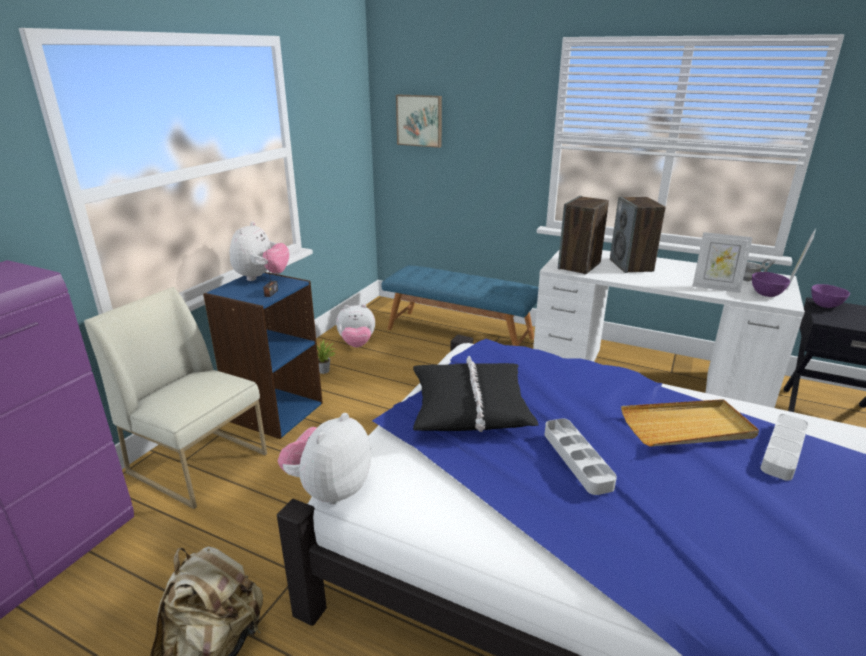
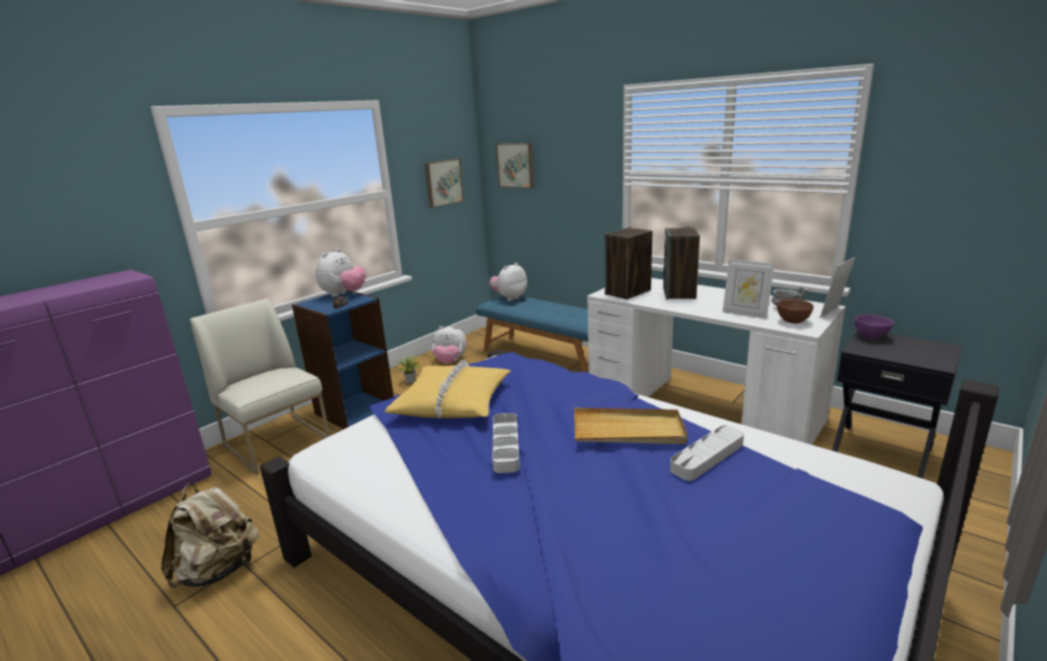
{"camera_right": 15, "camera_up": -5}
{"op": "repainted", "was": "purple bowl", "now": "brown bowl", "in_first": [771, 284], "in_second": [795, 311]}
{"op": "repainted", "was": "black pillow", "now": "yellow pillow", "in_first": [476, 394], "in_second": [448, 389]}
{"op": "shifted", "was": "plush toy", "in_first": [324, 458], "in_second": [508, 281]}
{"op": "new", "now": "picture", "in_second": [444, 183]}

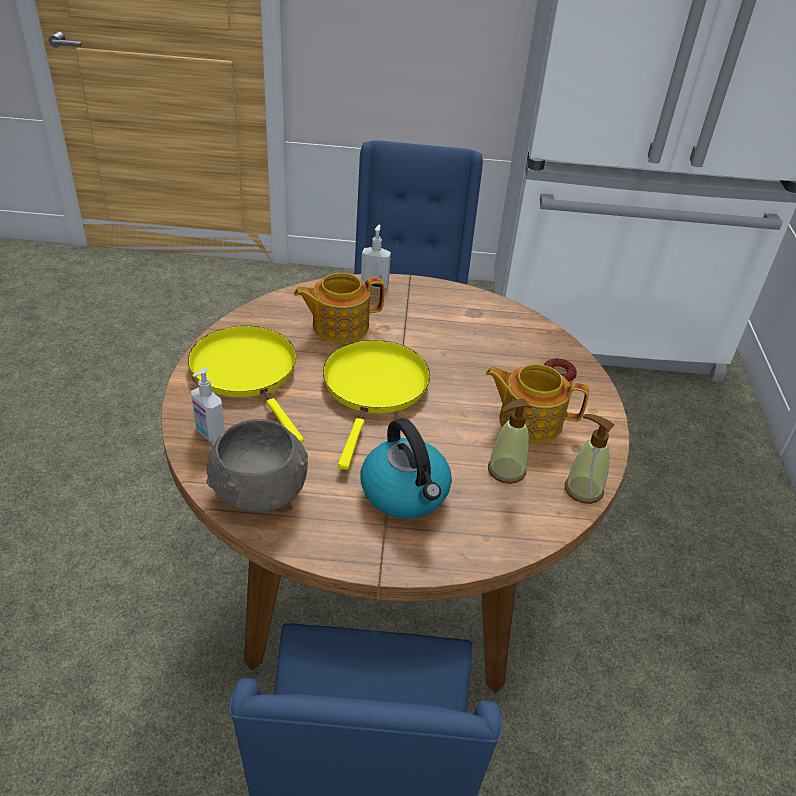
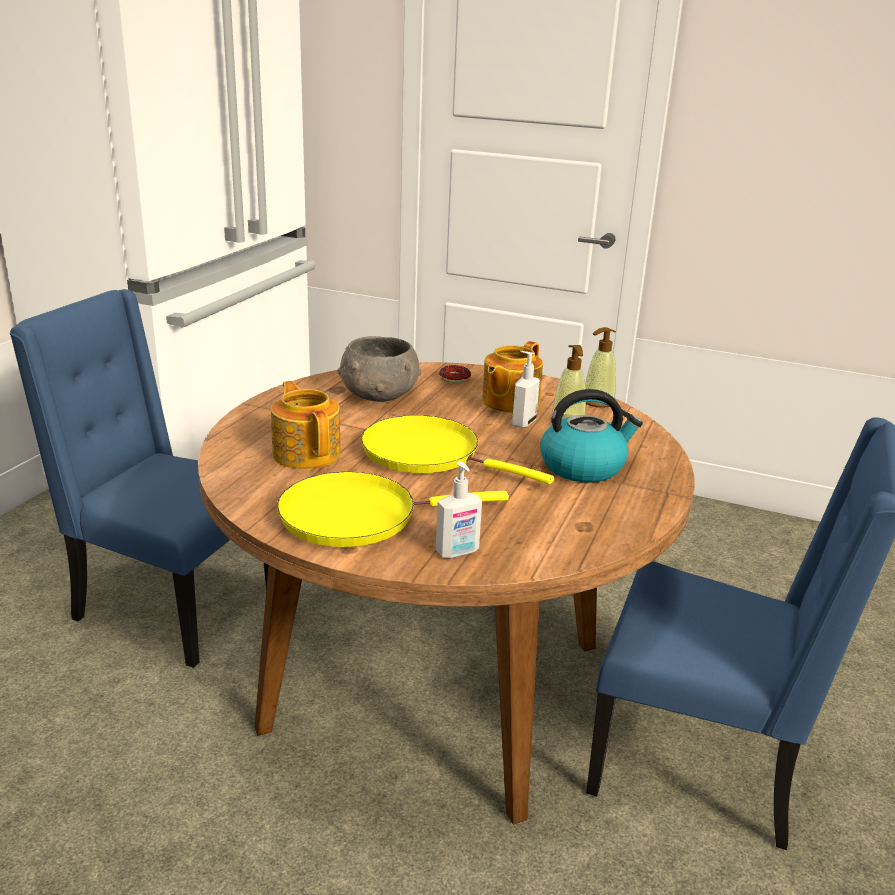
{"camera_right": -70, "camera_up": -15}
{"op": "shifted", "was": "soap dispenser", "in_first": [376, 256], "in_second": [526, 389]}
{"op": "rotated", "was": "teapot", "in_first": [339, 308], "in_second": [306, 425], "clockwise": 150}
{"op": "shifted", "was": "grey bowl", "in_first": [257, 465], "in_second": [379, 369]}

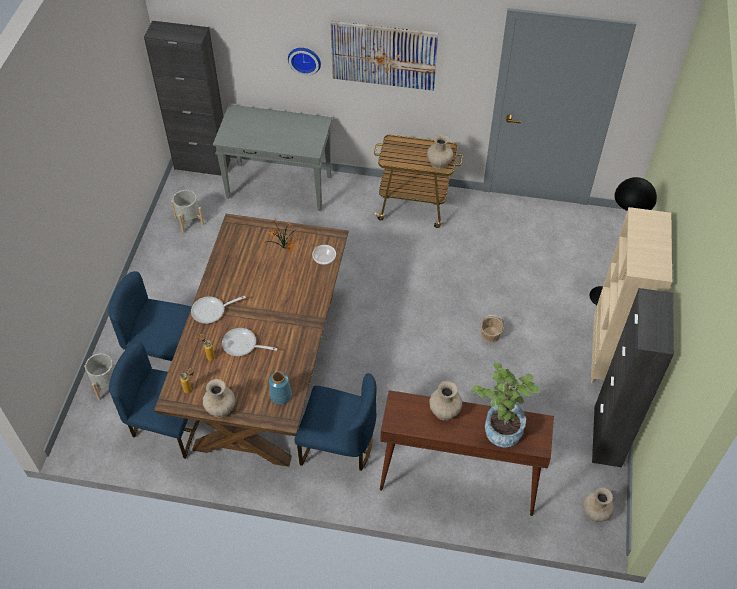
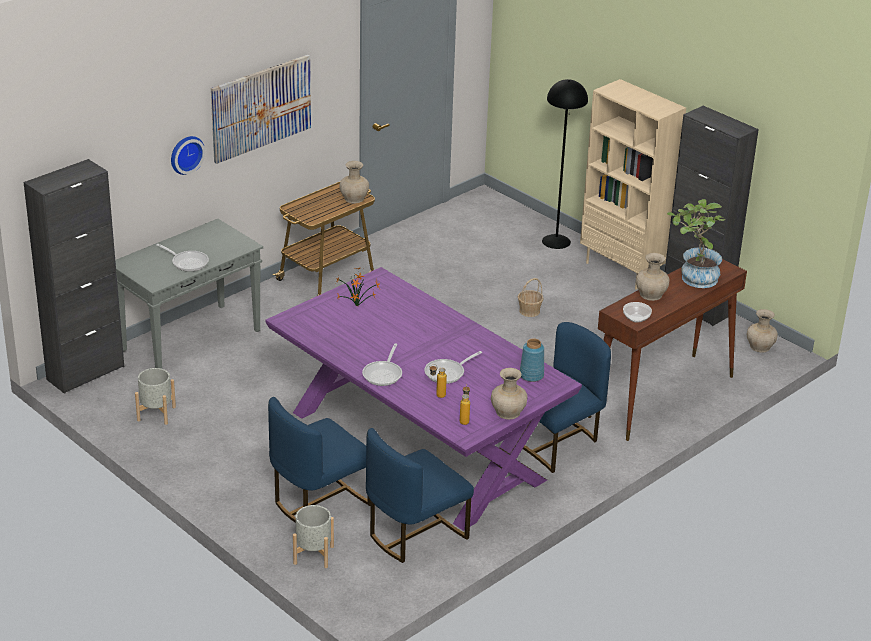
{"camera_right": -55, "camera_up": -20}
{"op": "repainted", "was": "brown dining table", "now": "purple dining table", "in_first": [251, 340], "in_second": [423, 399]}
{"op": "shifted", "was": "bowl", "in_first": [324, 255], "in_second": [637, 312]}
{"op": "new", "now": "frying pan", "in_second": [183, 258]}

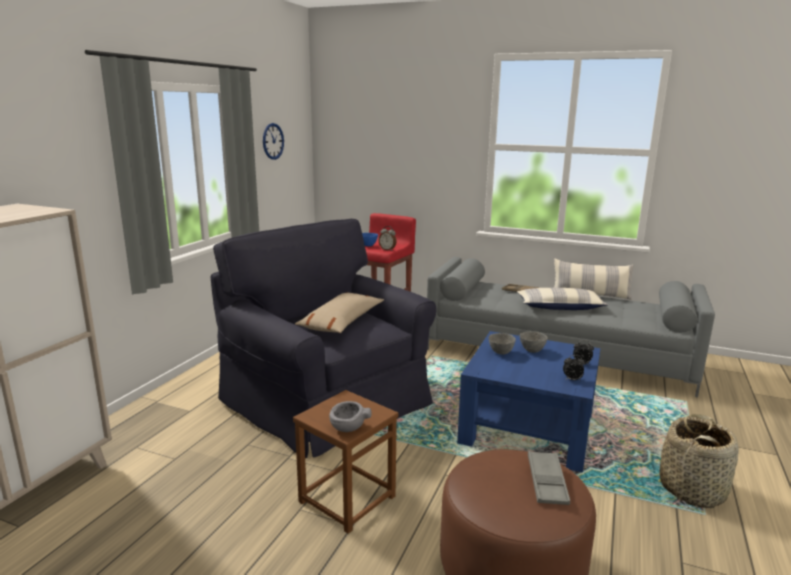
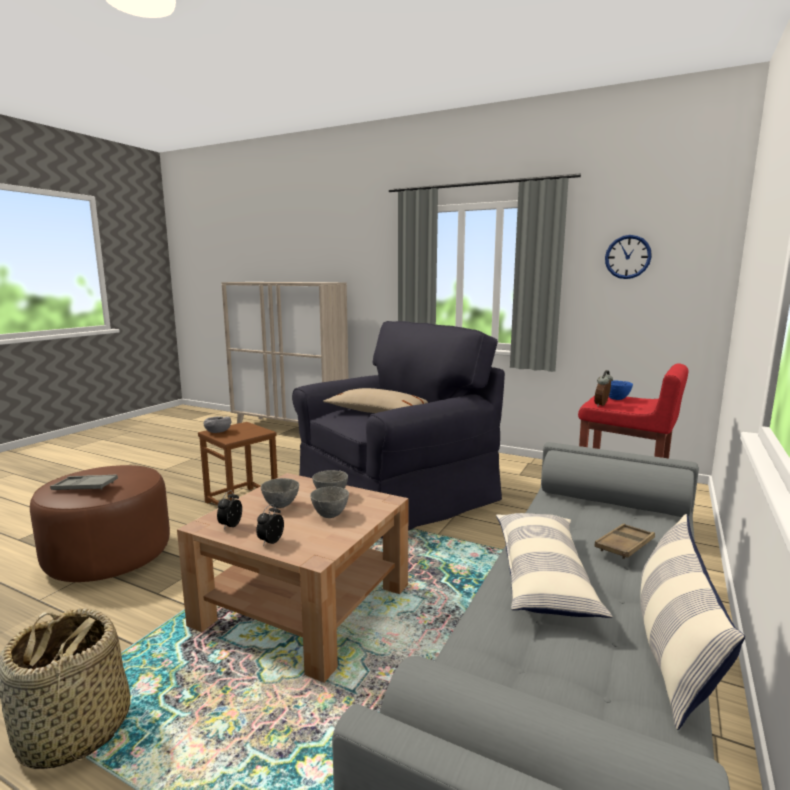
{"camera_right": 95, "camera_up": -5}
{"op": "repainted", "was": "blue coffee table", "now": "brown coffee table", "in_first": [529, 402], "in_second": [293, 578]}
{"op": "new", "now": "grey bowl", "in_second": [280, 493]}

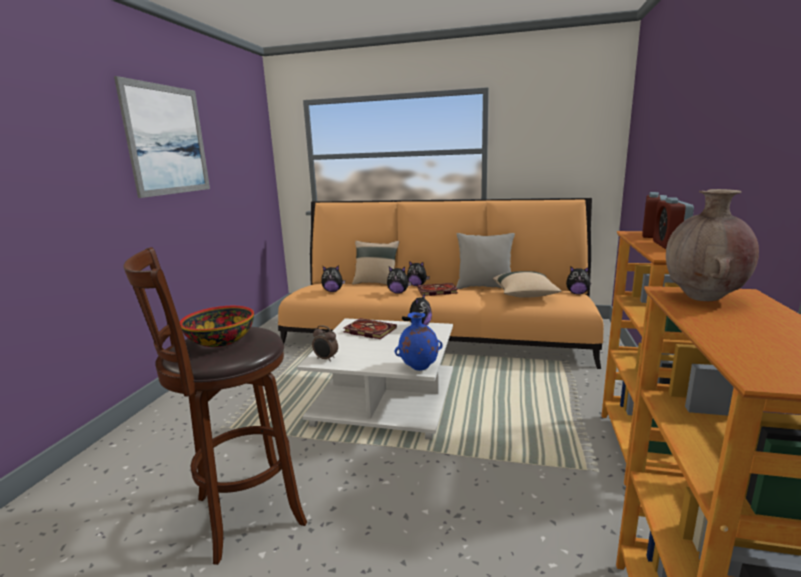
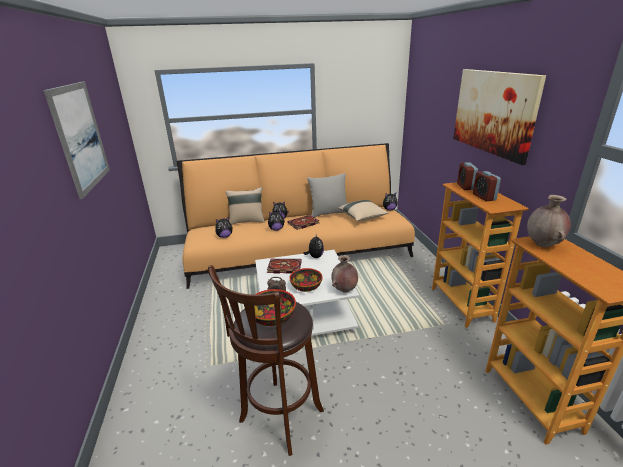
{"camera_right": -25, "camera_up": 10}
{"op": "repainted", "was": "blue vase", "now": "brown vase", "in_first": [419, 341], "in_second": [344, 274]}
{"op": "new", "now": "picture", "in_second": [499, 117]}
{"op": "new", "now": "bowl", "in_second": [306, 280]}

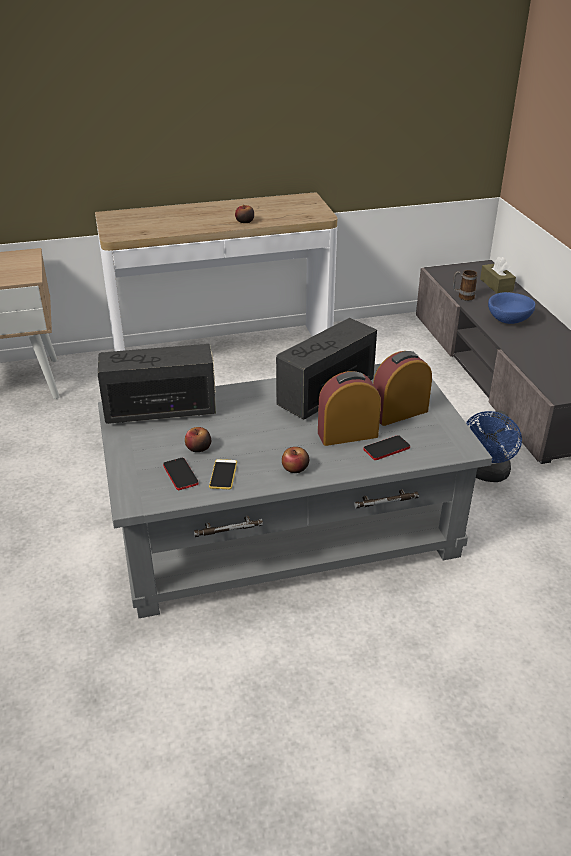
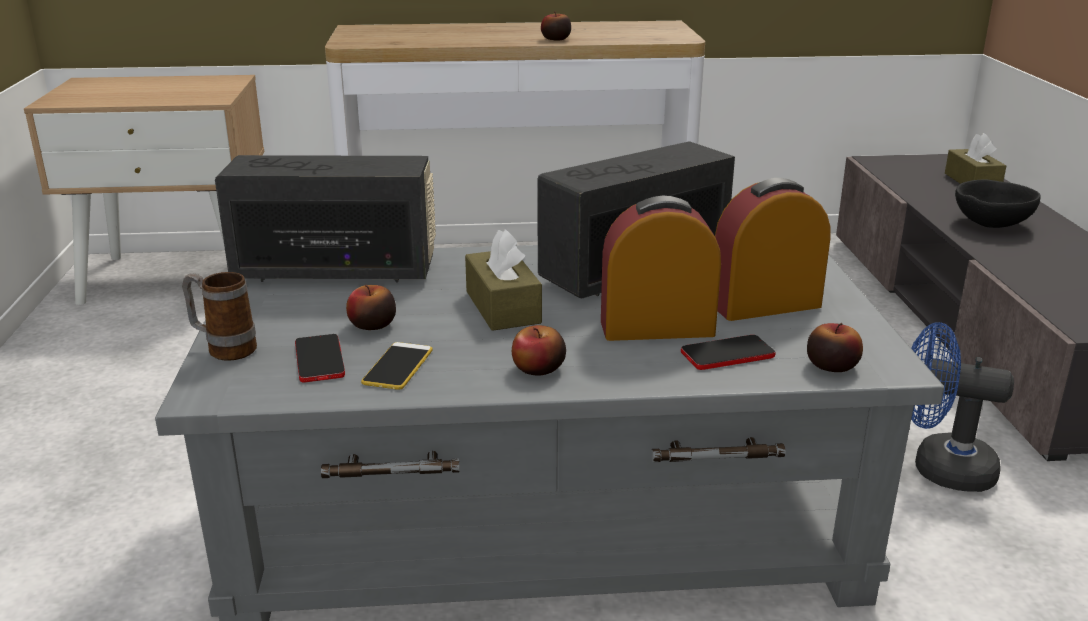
{"camera_right": 10, "camera_up": -10}
{"op": "shifted", "was": "mug", "in_first": [465, 285], "in_second": [219, 316]}
{"op": "repainted", "was": "blue bowl", "now": "black bowl", "in_first": [511, 308], "in_second": [998, 204]}
{"op": "rotated", "was": "blue fan", "in_first": [494, 446], "in_second": [962, 407], "clockwise": 75}
{"op": "new", "now": "brown tissue box", "in_second": [503, 280]}
{"op": "new", "now": "apple", "in_second": [835, 347]}

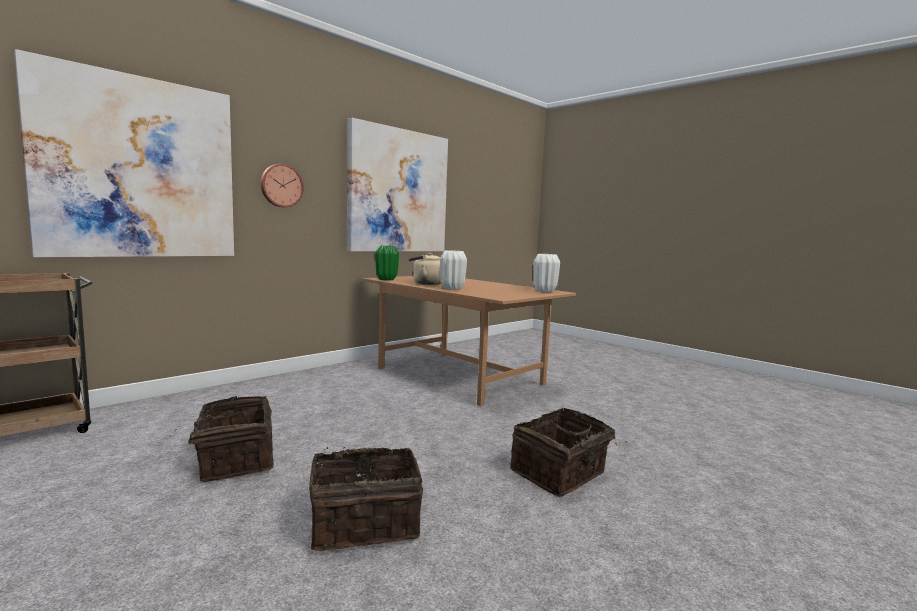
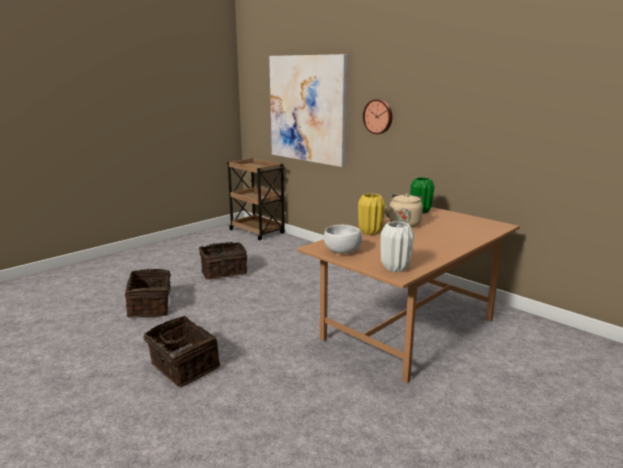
{"camera_right": 90, "camera_up": 10}
{"op": "gone", "was": "picture", "in_first": [397, 185]}
{"op": "repainted", "was": "white vase", "now": "yellow vase", "in_first": [453, 270], "in_second": [371, 214]}
{"op": "new", "now": "white bowl", "in_second": [343, 239]}

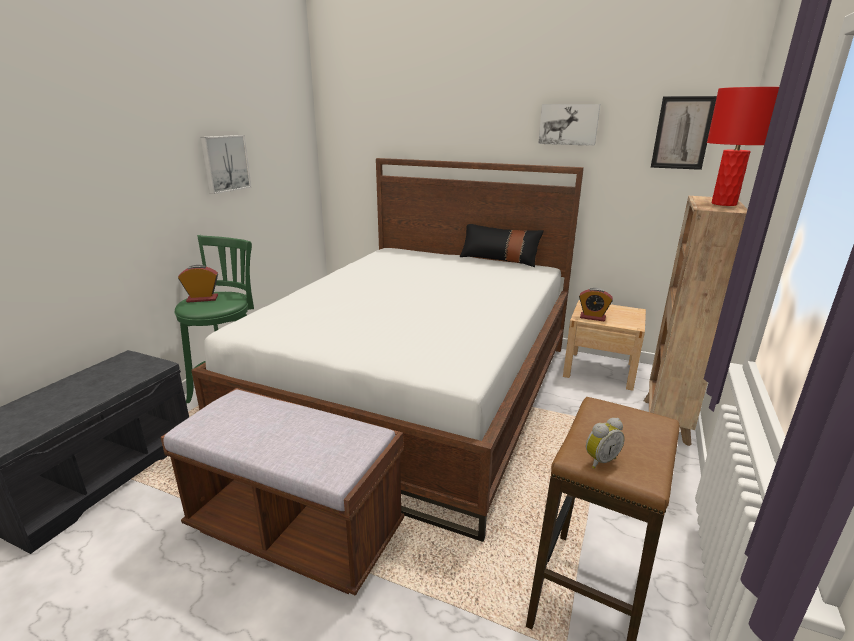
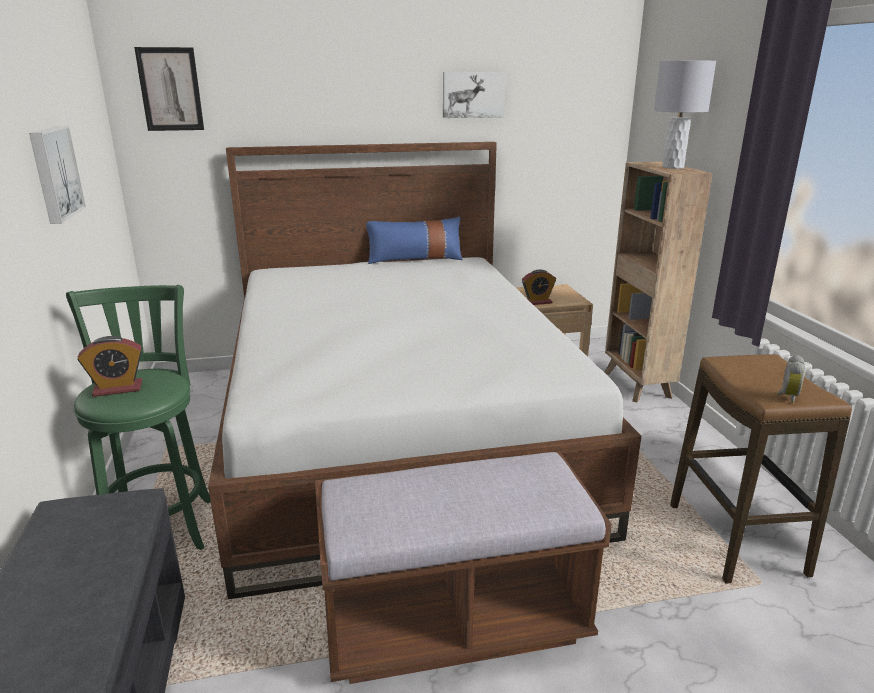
{"camera_right": -35, "camera_up": 0}
{"op": "repainted", "was": "red table lamp", "now": "grey table lamp", "in_first": [743, 146], "in_second": [685, 115]}
{"op": "shifted", "was": "picture", "in_first": [684, 133], "in_second": [169, 89]}
{"op": "repainted", "was": "black pillow", "now": "blue pillow", "in_first": [502, 245], "in_second": [414, 240]}
{"op": "rotated", "was": "alarm clock", "in_first": [198, 284], "in_second": [110, 366], "clockwise": -150}

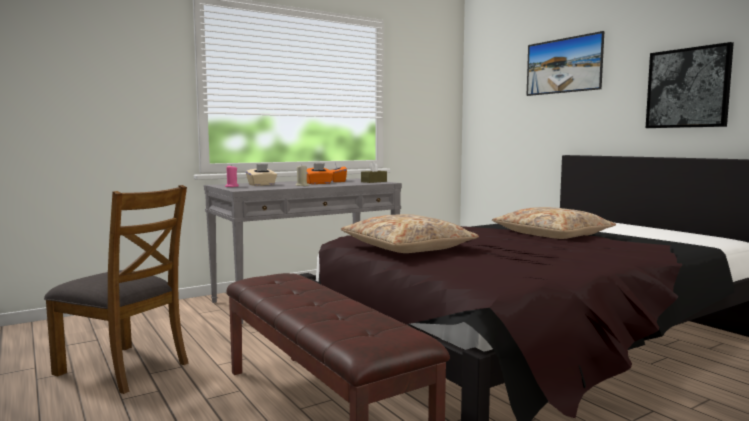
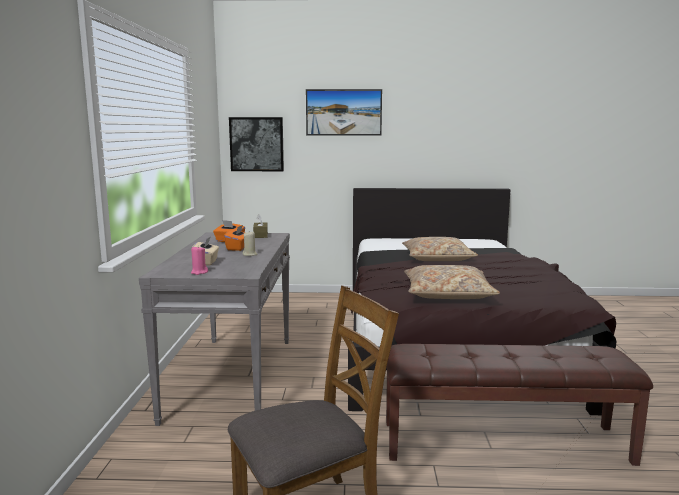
{"camera_right": -55, "camera_up": 5}
{"op": "shifted", "was": "picture", "in_first": [690, 85], "in_second": [256, 144]}

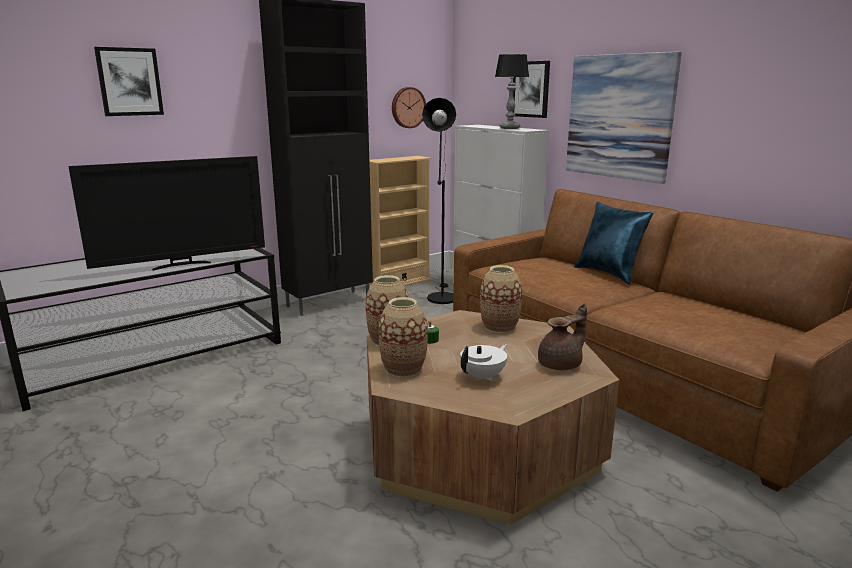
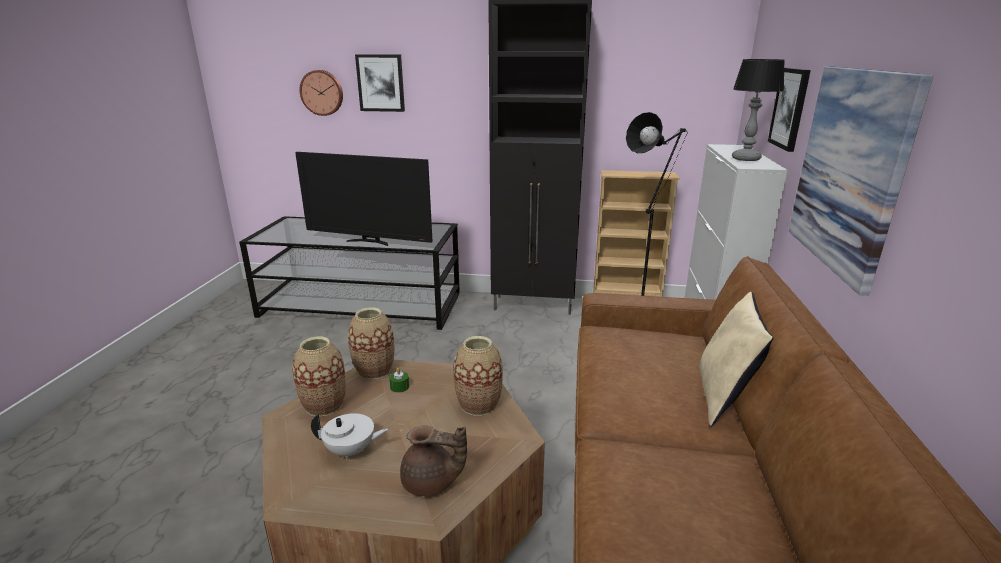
{"camera_right": 45, "camera_up": 5}
{"op": "shifted", "was": "wall clock", "in_first": [409, 107], "in_second": [321, 93]}
{"op": "repainted", "was": "blue pillow", "now": "beige pillow", "in_first": [613, 243], "in_second": [736, 359]}

